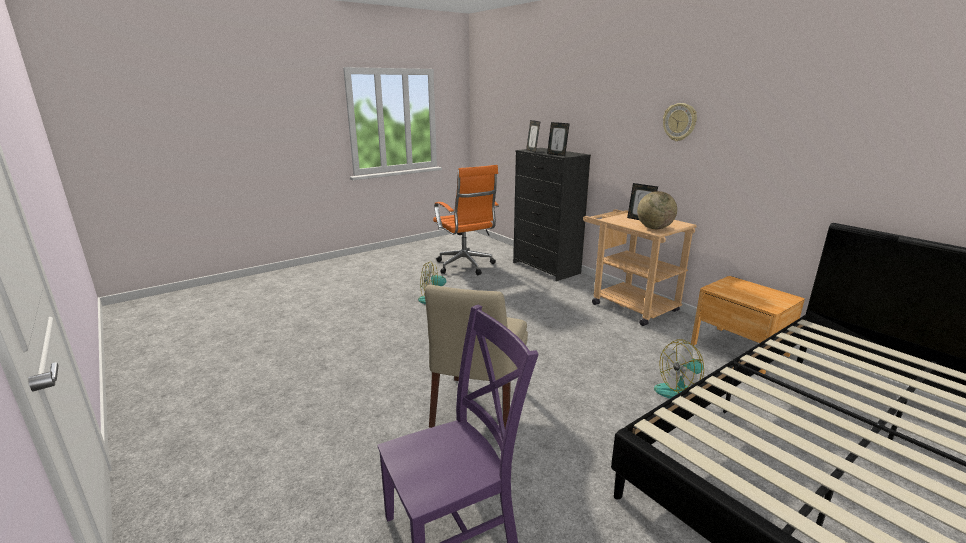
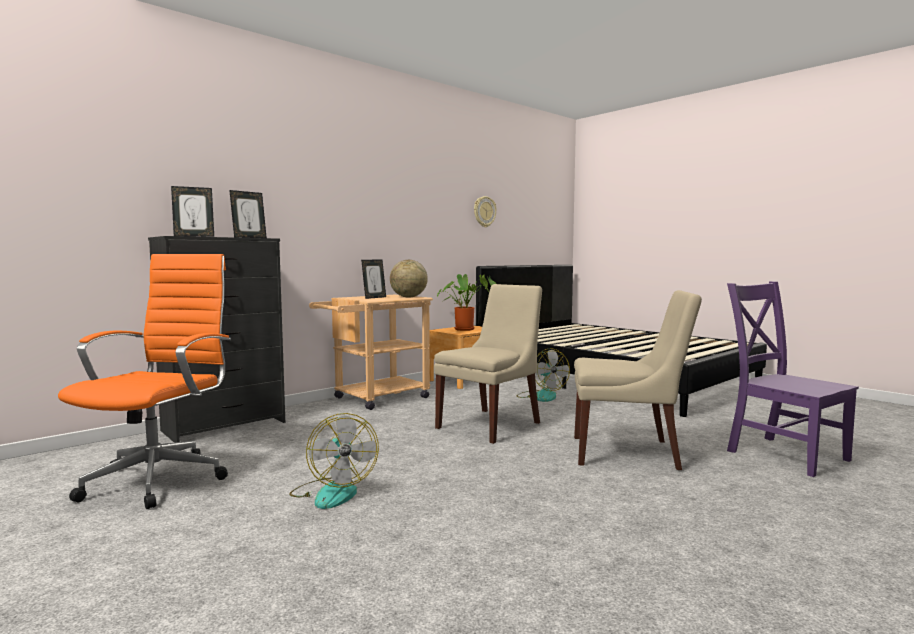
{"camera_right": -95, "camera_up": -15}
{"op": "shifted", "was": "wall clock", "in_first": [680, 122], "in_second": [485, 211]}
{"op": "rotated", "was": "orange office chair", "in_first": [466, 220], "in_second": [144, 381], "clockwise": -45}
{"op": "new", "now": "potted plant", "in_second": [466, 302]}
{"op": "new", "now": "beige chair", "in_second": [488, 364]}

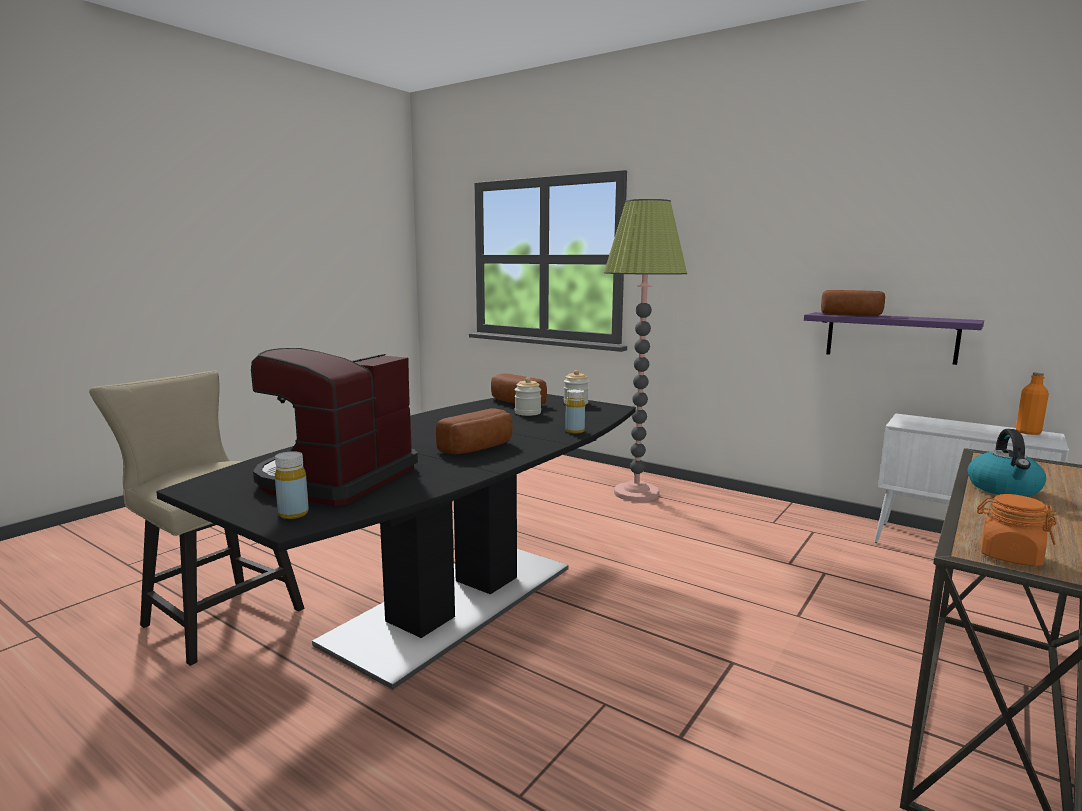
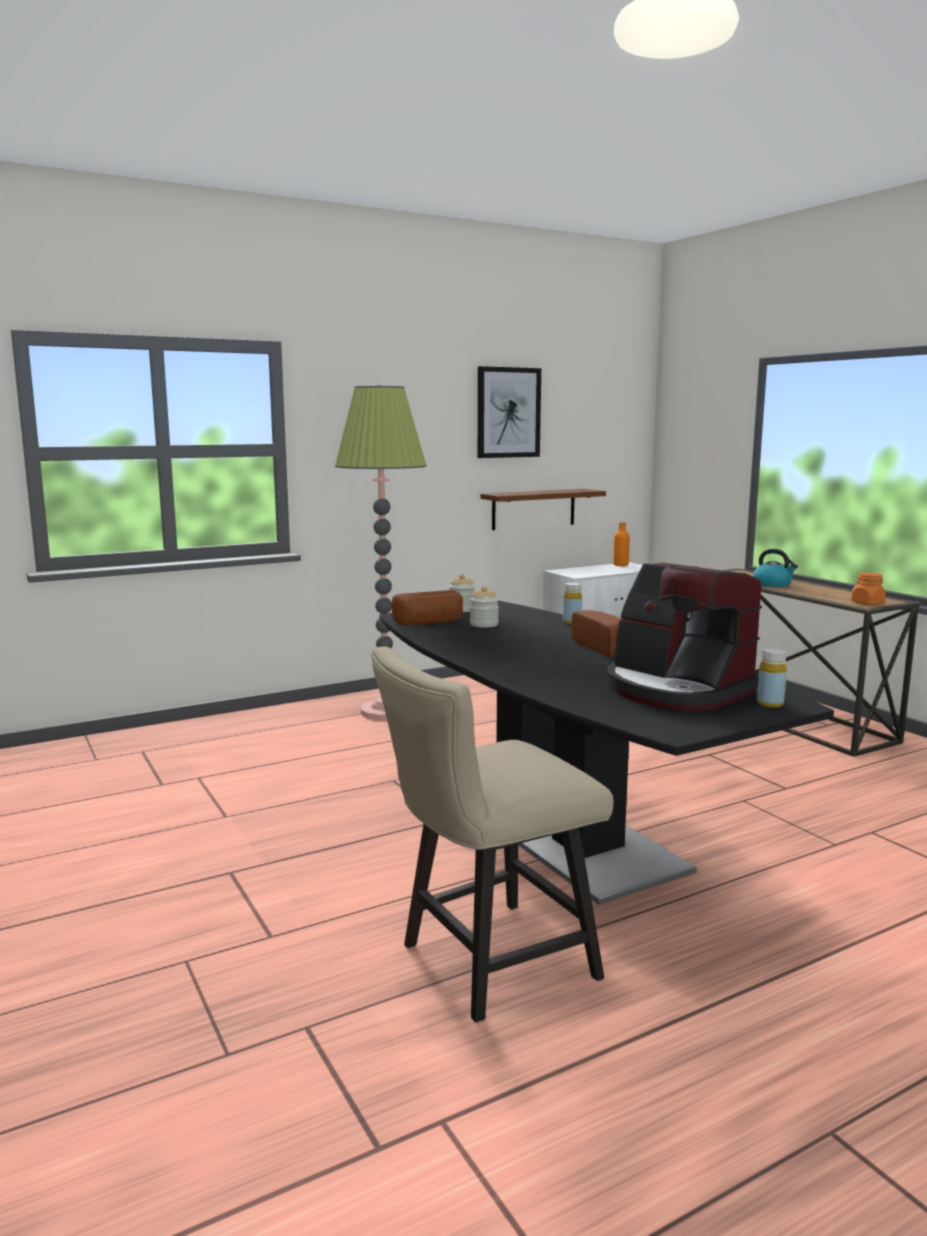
{"camera_right": -65, "camera_up": 0}
{"op": "gone", "was": "bread", "in_first": [853, 303]}
{"op": "repainted", "was": "purple shelf", "now": "brown shelf", "in_first": [894, 338], "in_second": [543, 509]}
{"op": "new", "now": "picture", "in_second": [509, 412]}

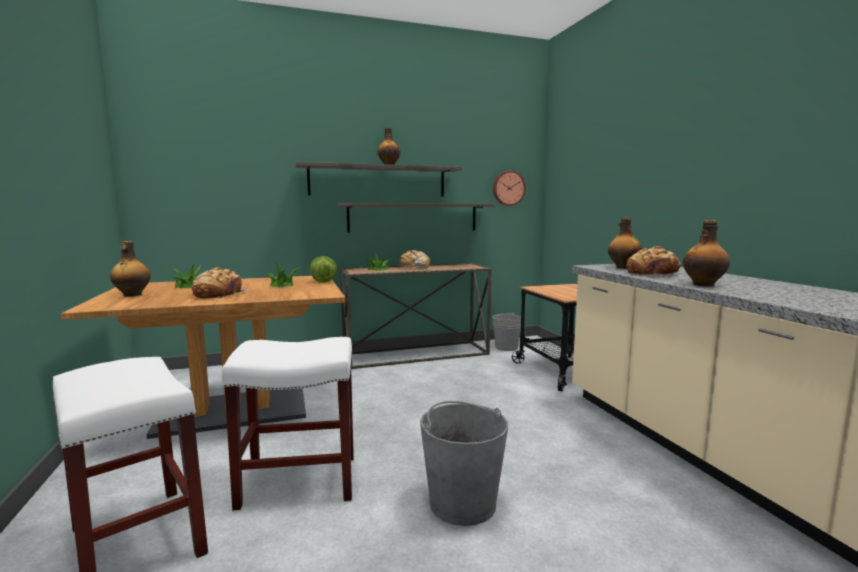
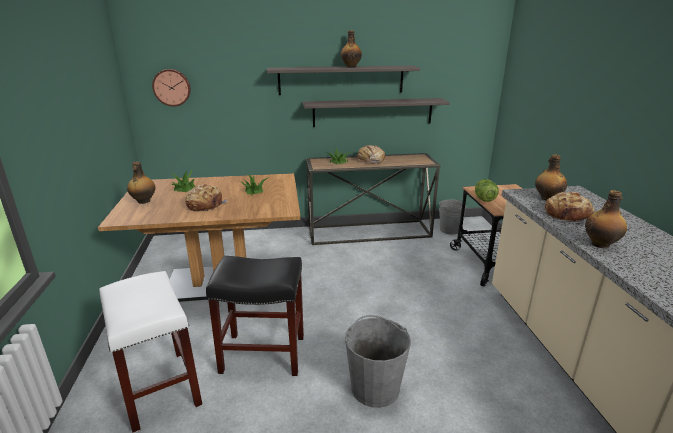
{"camera_right": 10, "camera_up": 15}
{"op": "shifted", "was": "wall clock", "in_first": [509, 188], "in_second": [171, 88]}
{"op": "shifted", "was": "lettuce", "in_first": [323, 269], "in_second": [487, 190]}
{"op": "repainted", "was": "white stool", "now": "black stool", "in_first": [288, 424], "in_second": [255, 316]}

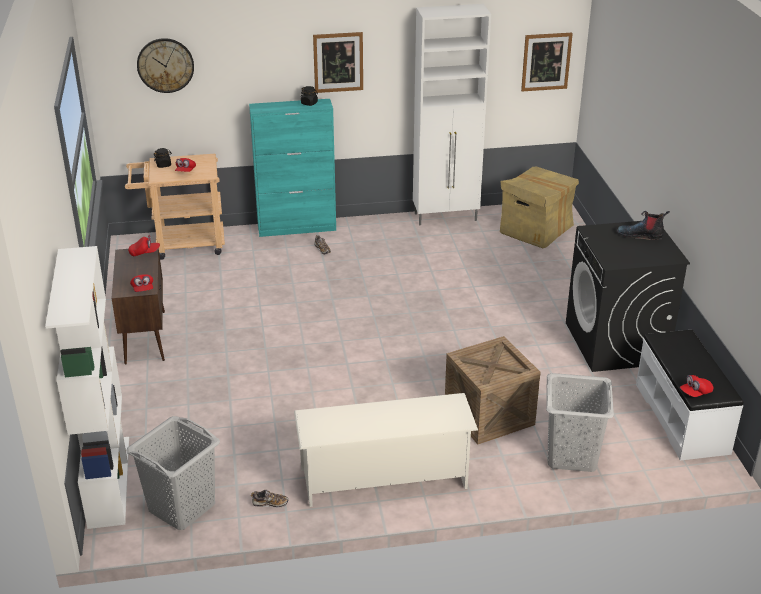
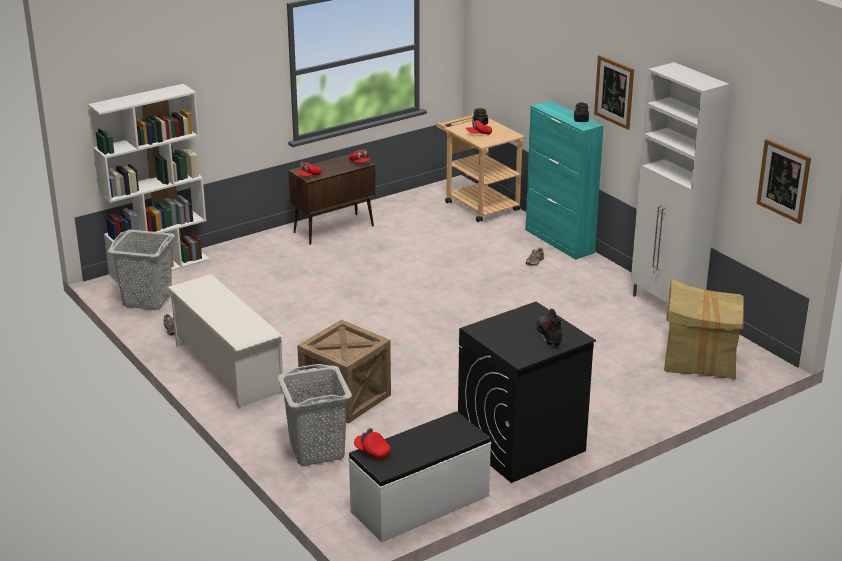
{"camera_right": 65, "camera_up": -5}
{"op": "gone", "was": "wall clock", "in_first": [165, 65]}

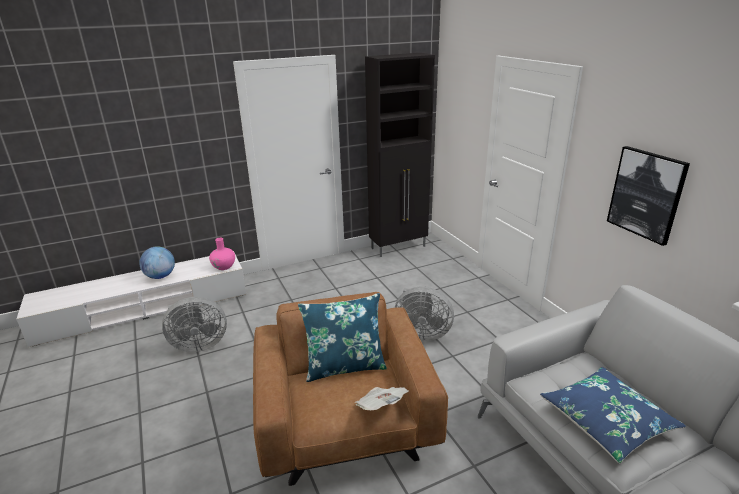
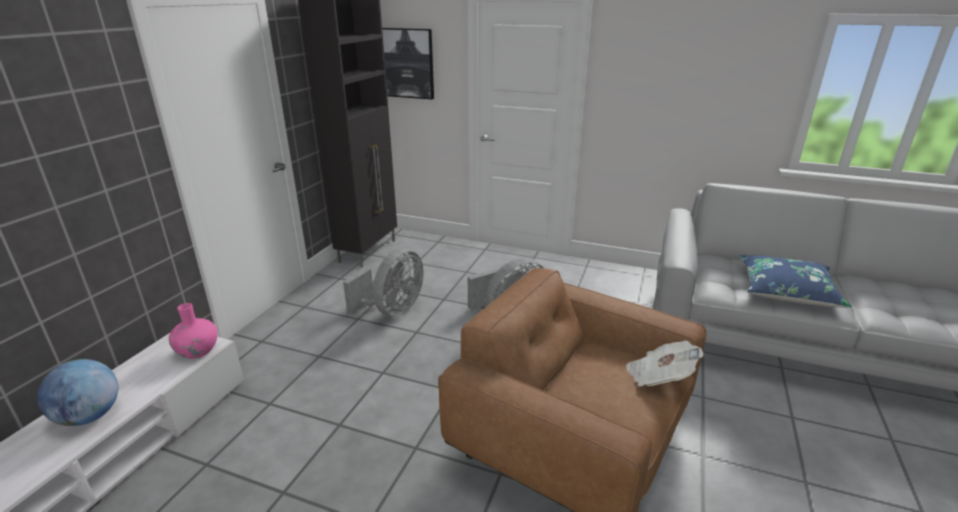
{"camera_right": -45, "camera_up": 0}
{"op": "shifted", "was": "picture", "in_first": [648, 196], "in_second": [408, 63]}
{"op": "gone", "was": "blue pillow", "in_first": [342, 337]}
{"op": "shifted", "was": "grey fan", "in_first": [194, 324], "in_second": [383, 283]}

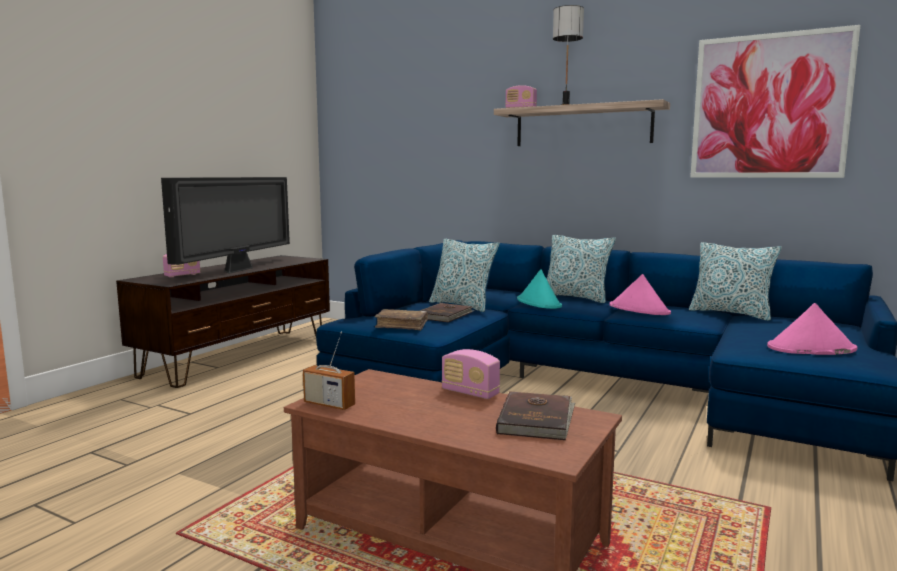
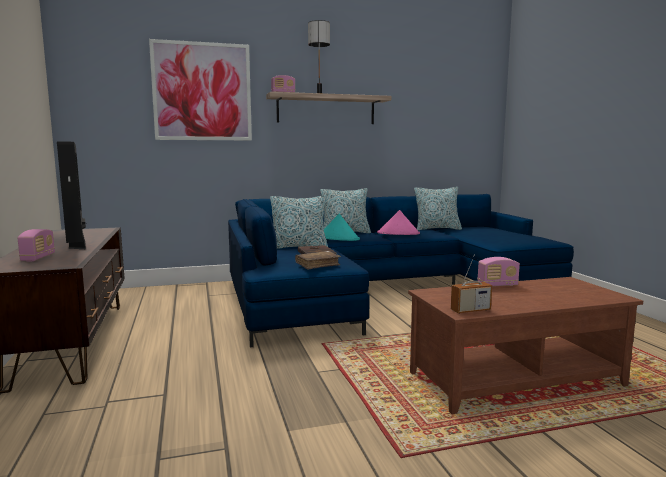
{"camera_right": -45, "camera_up": 0}
{"op": "shifted", "was": "picture", "in_first": [775, 101], "in_second": [200, 89]}
{"op": "gone", "was": "pink hat", "in_first": [812, 329]}
{"op": "gone", "was": "brown book", "in_first": [535, 415]}

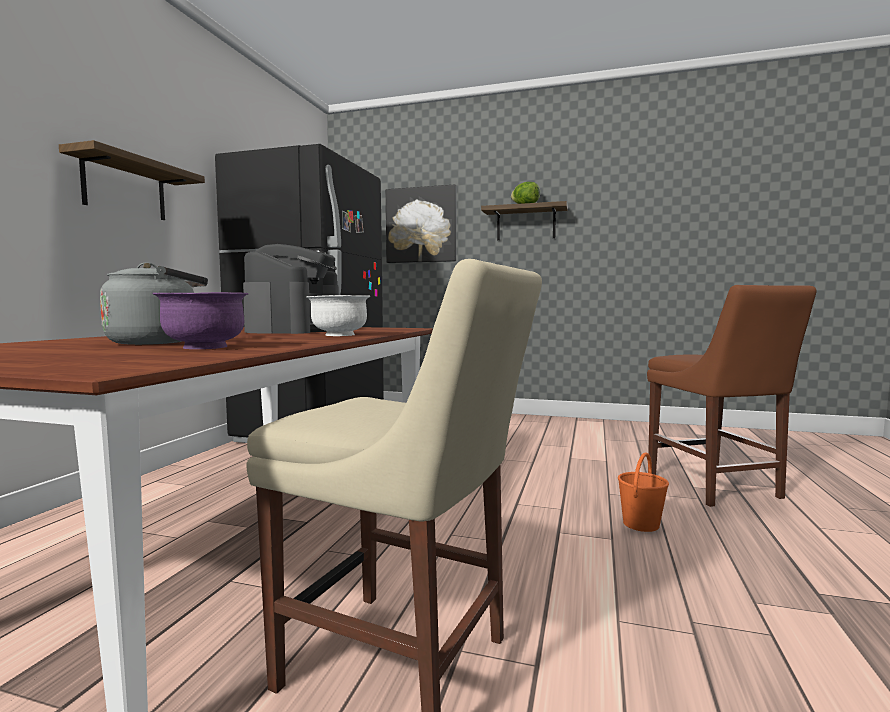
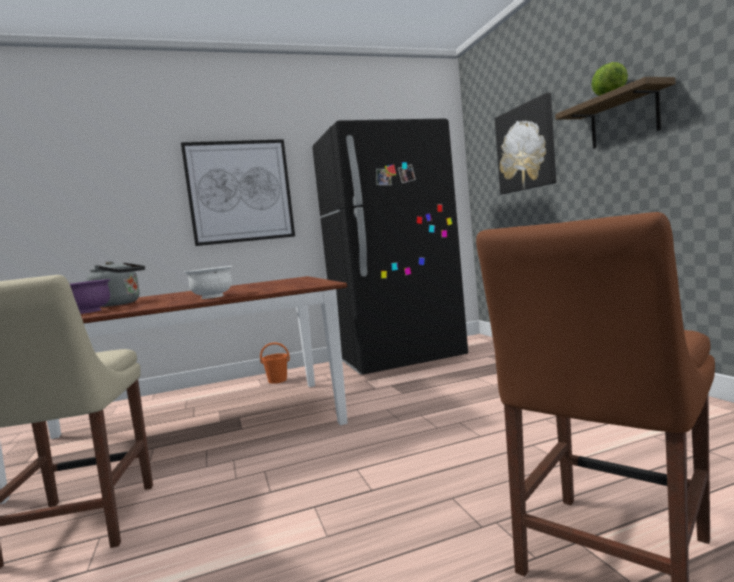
{"camera_right": 55, "camera_up": 0}
{"op": "swapped", "was": "shelf", "now": "picture", "in_first": [132, 180], "in_second": [238, 192]}
{"op": "gone", "was": "coffee machine", "in_first": [291, 289]}
{"op": "shifted", "was": "orange bucket", "in_first": [643, 492], "in_second": [275, 363]}

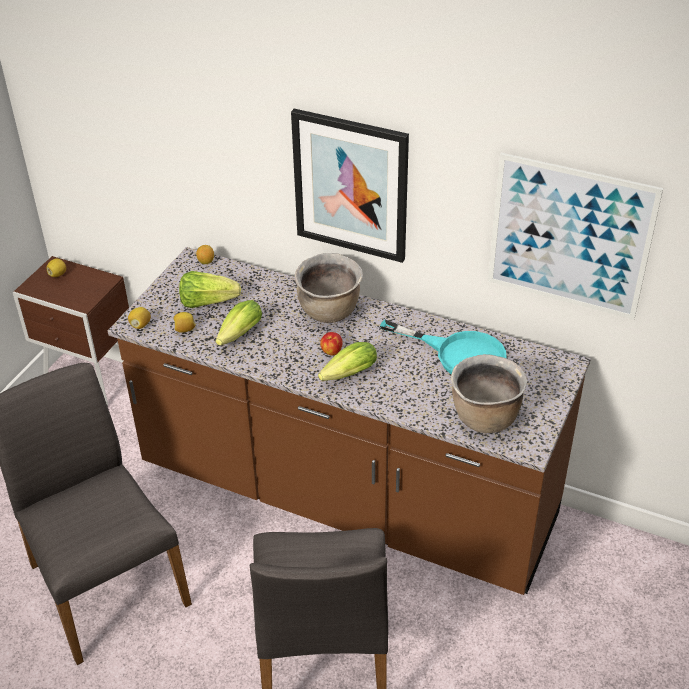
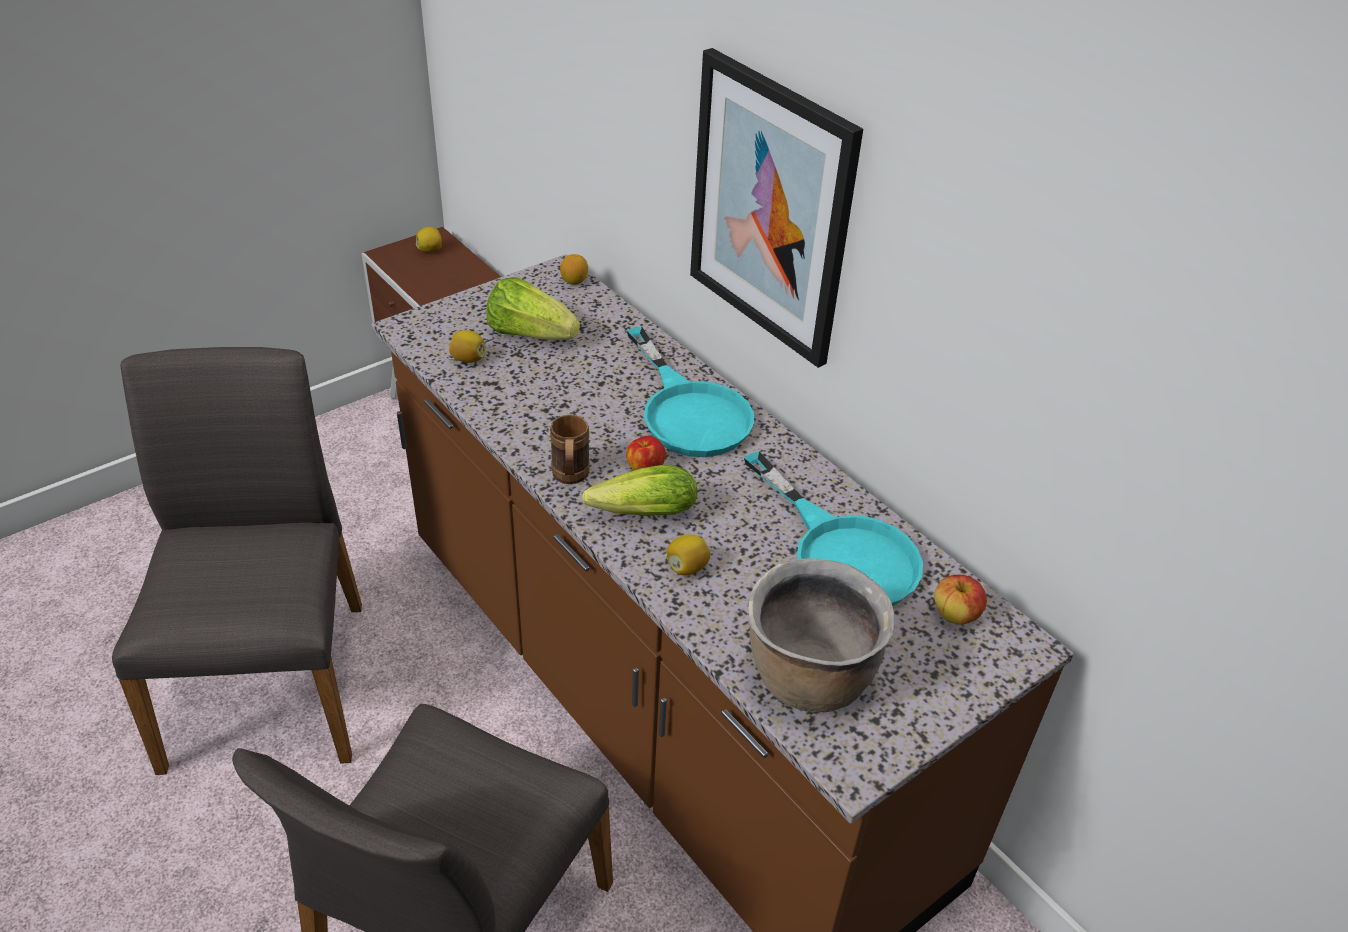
{"camera_right": 25, "camera_up": 0}
{"op": "gone", "was": "picture", "in_first": [575, 236]}
{"op": "swapped", "was": "brown cooking pot", "now": "turquoise frying pan", "in_first": [329, 288], "in_second": [690, 392]}
{"op": "gone", "was": "lettuce", "in_first": [239, 323]}
{"op": "shifted", "was": "lemon", "in_first": [139, 318], "in_second": [688, 555]}
{"op": "new", "now": "brown mug", "in_second": [570, 449]}
{"op": "new", "now": "apple", "in_second": [960, 600]}

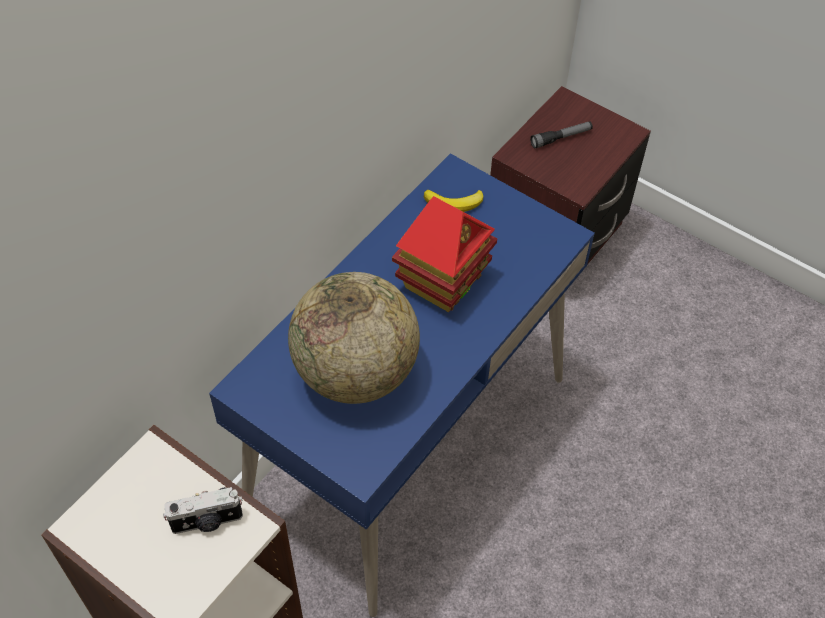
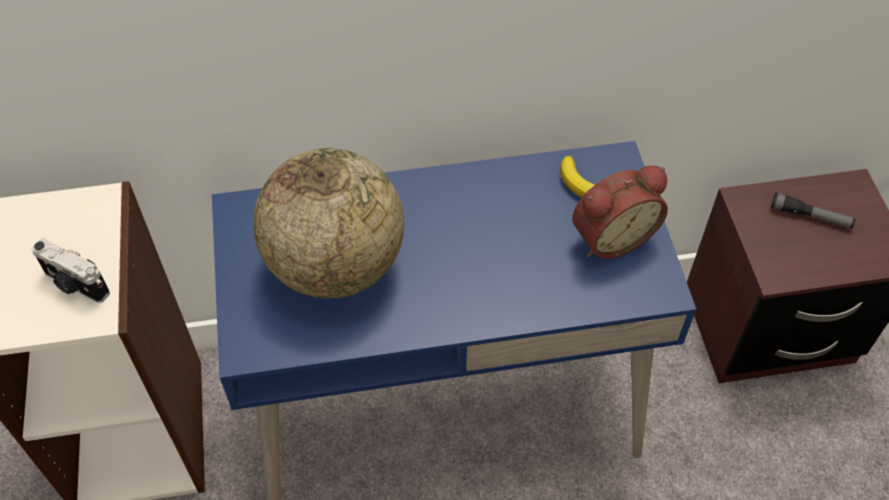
{"camera_right": 45, "camera_up": 0}
{"op": "gone", "was": "toy house", "in_first": [444, 254]}
{"op": "new", "now": "alarm clock", "in_second": [620, 212]}

